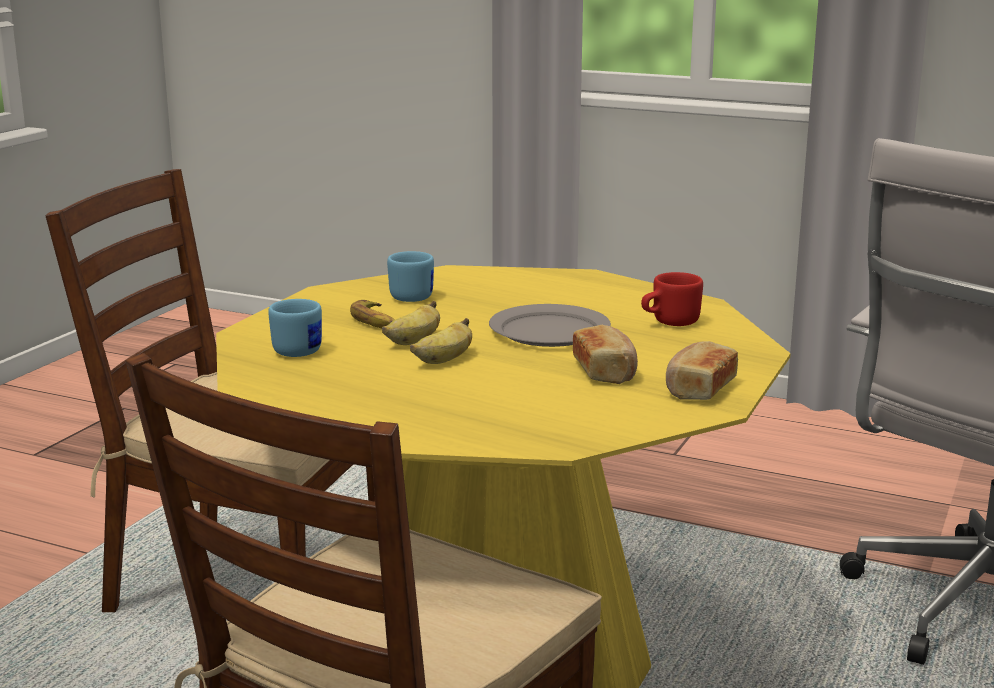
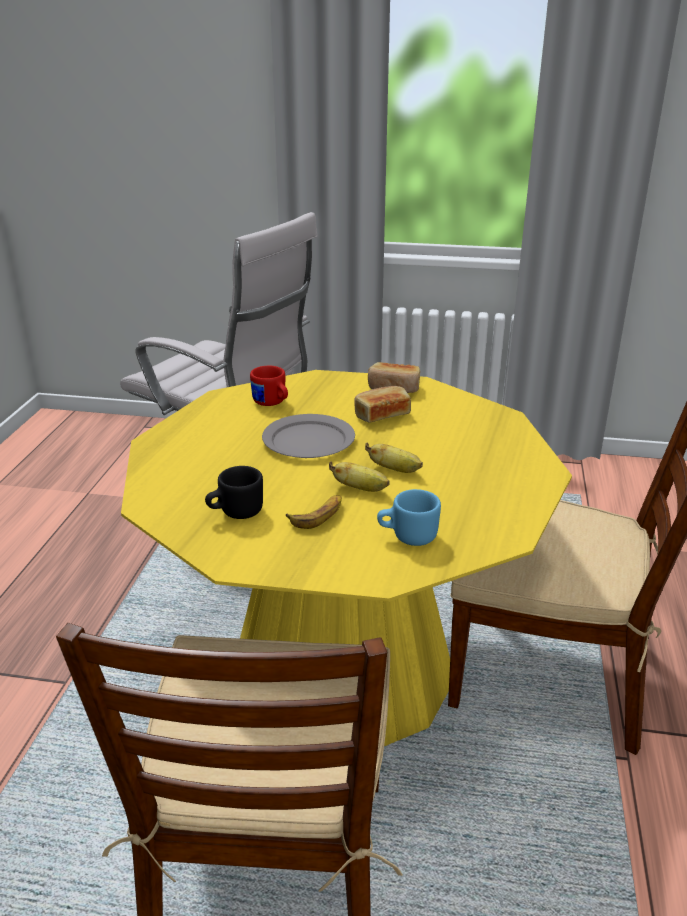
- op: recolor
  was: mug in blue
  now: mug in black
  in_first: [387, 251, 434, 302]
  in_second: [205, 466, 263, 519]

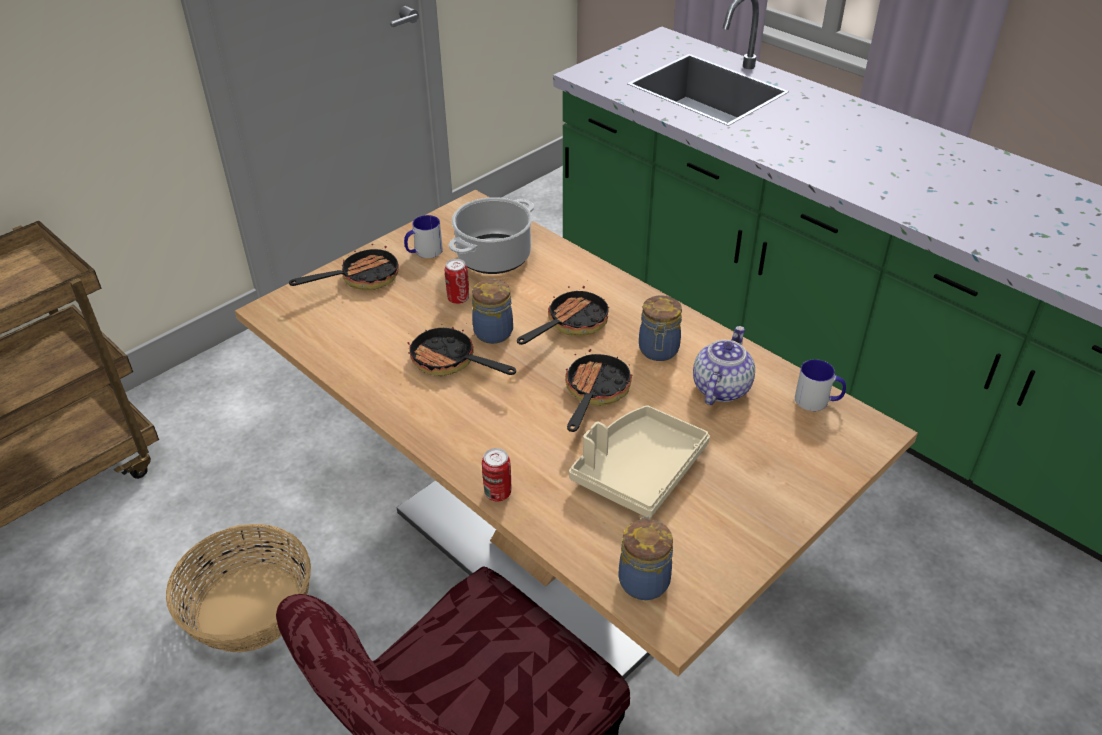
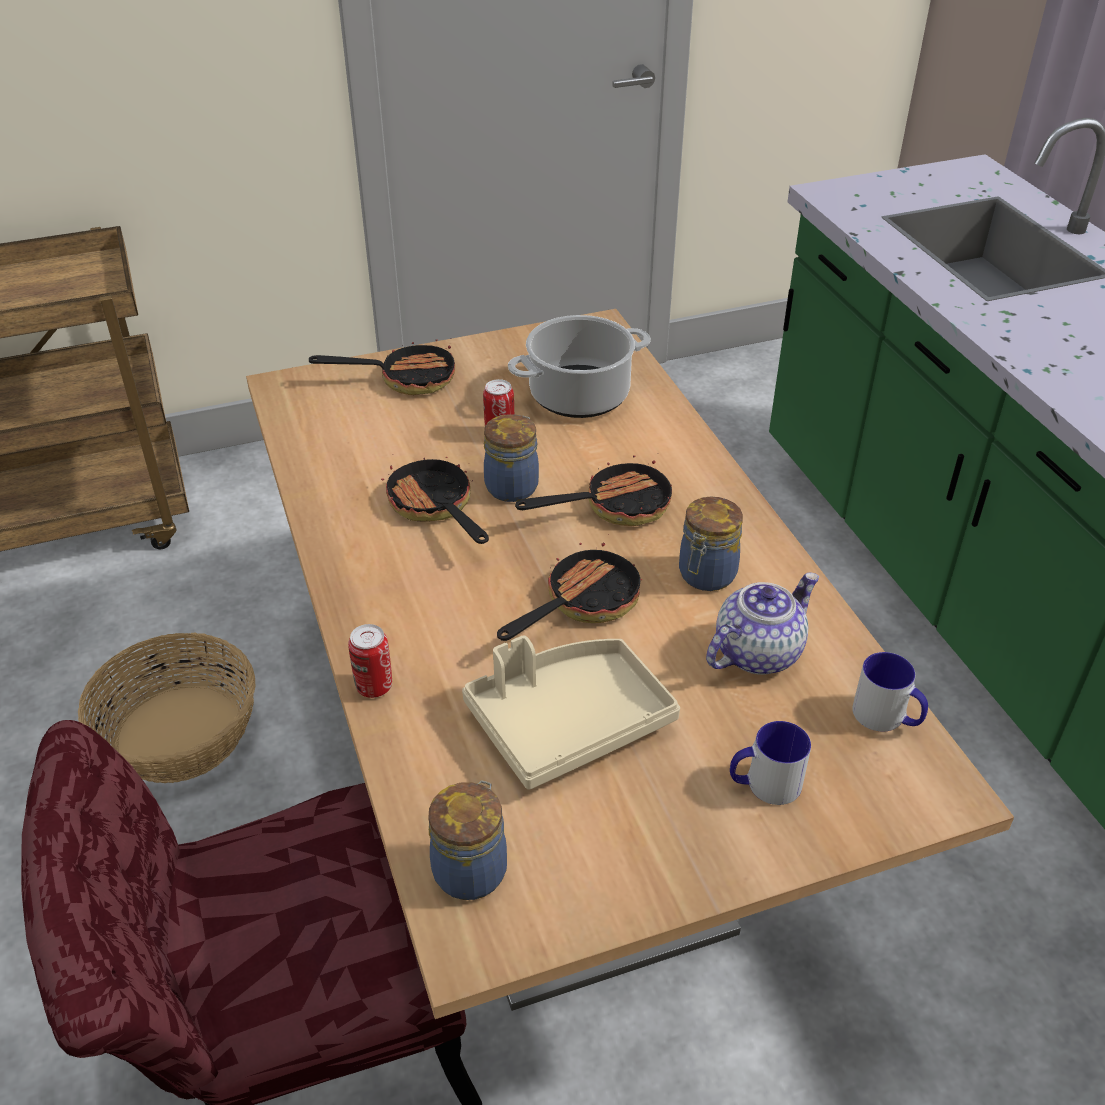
- op: move
  was: mug
  in_first: [404, 215, 443, 258]
  in_second: [730, 721, 811, 805]

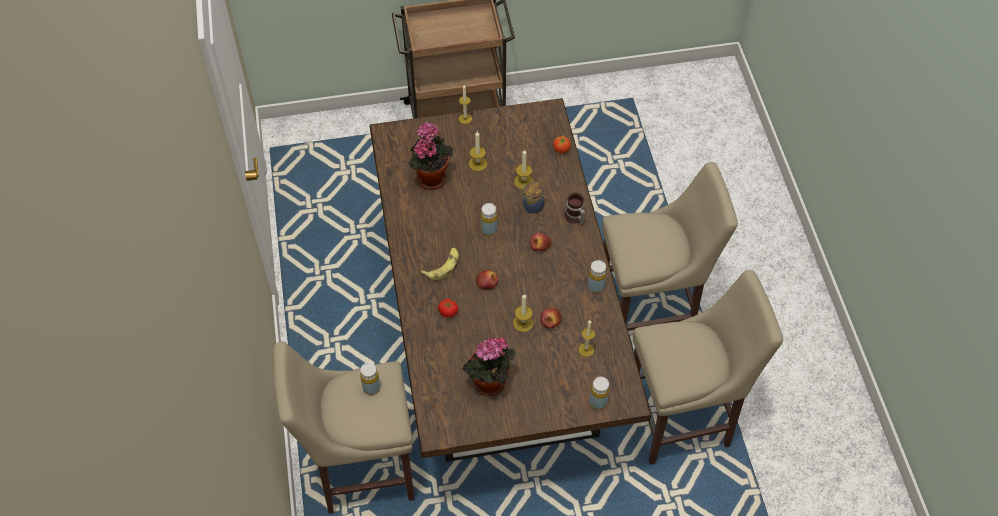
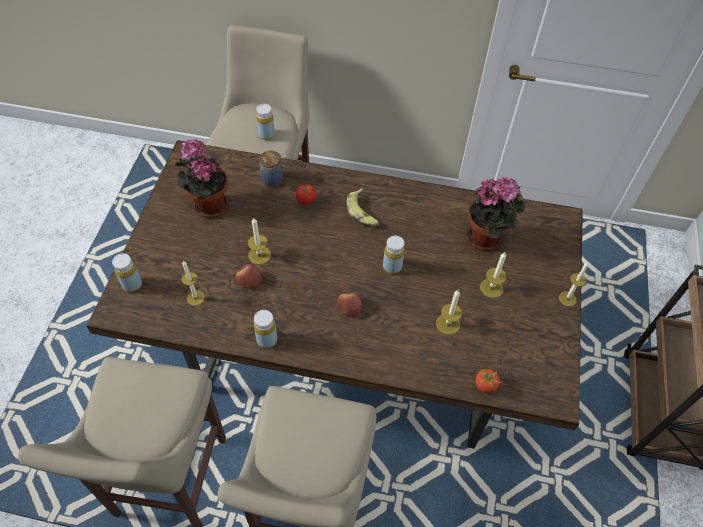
- op: delete
  was: apple
  in_first: [476, 270, 499, 290]
- op: delete
  was: mug
  in_first: [564, 193, 586, 225]
- op: move
  was: jar
  in_first: [521, 182, 544, 214]
  in_second: [259, 151, 284, 186]

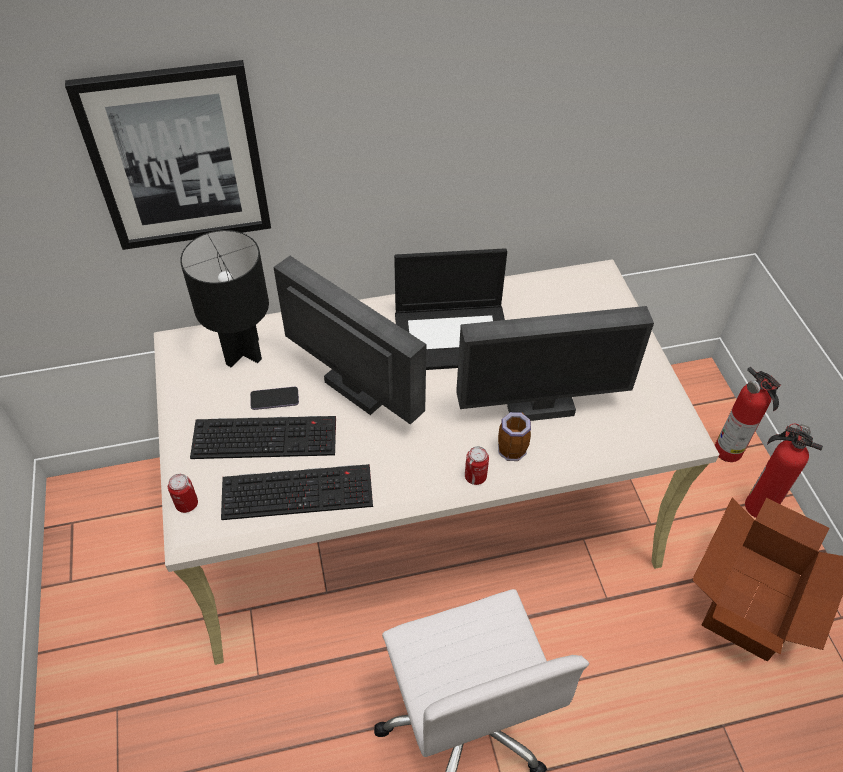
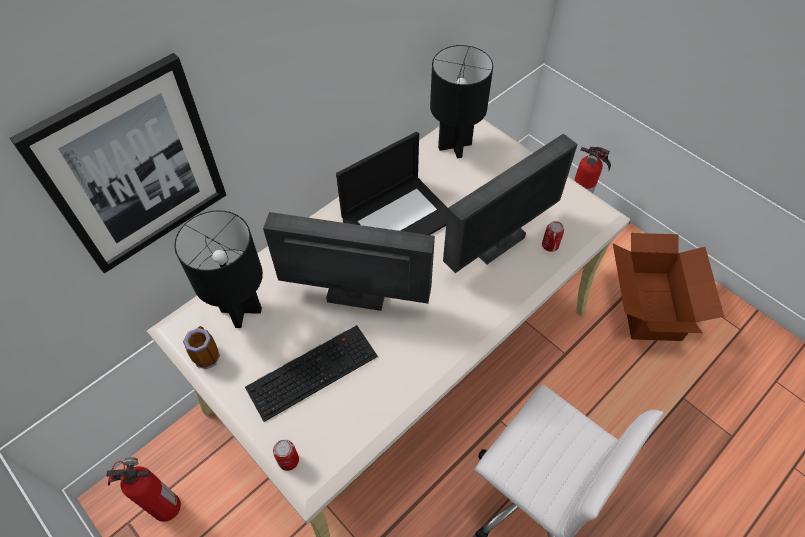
- op: delete
  was: keyboard
  in_first: [221, 464, 373, 520]
- op: delete
  was: phone
  in_first: [250, 387, 299, 410]
- op: insert
  now: table lamp in black
  in_second: [430, 45, 493, 158]
- op: move
  was: can
  in_first: [465, 446, 489, 485]
  in_second: [542, 221, 564, 252]
- op: move
  was: mug
  in_first: [498, 412, 531, 461]
  in_second: [183, 326, 220, 369]
- op: move
  was: fire extinguisher
  in_first: [745, 423, 823, 518]
  in_second: [106, 457, 181, 522]

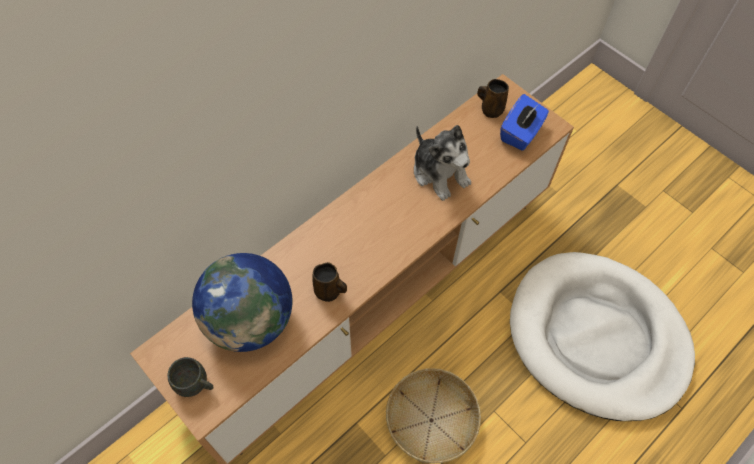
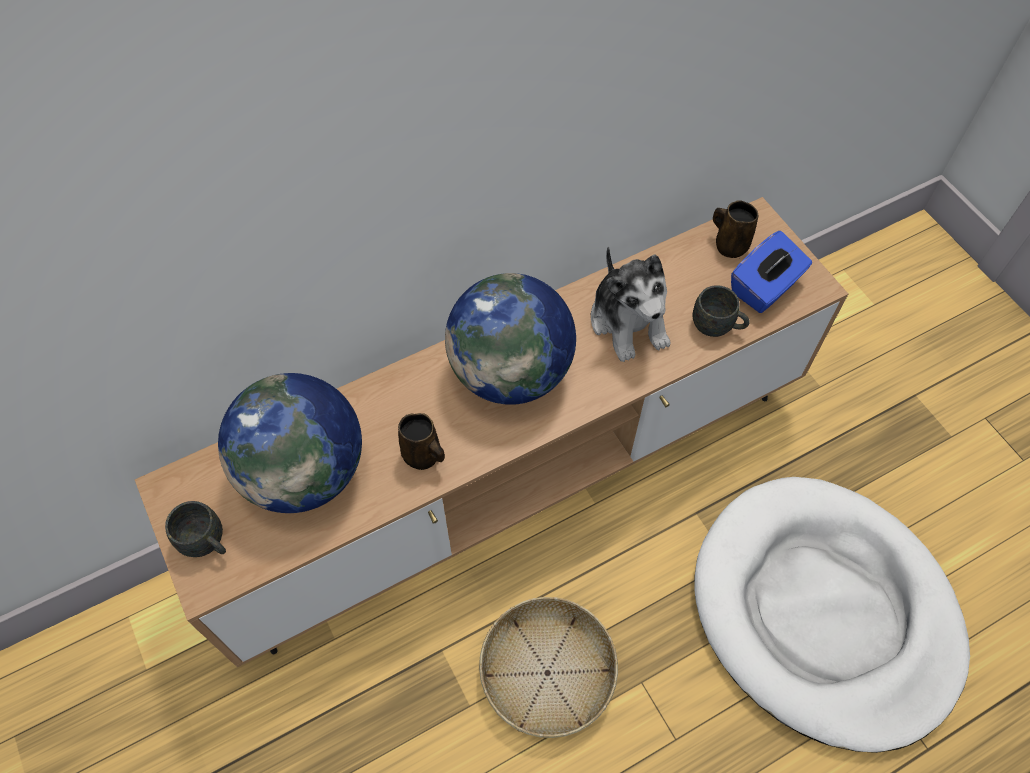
- op: insert
  now: globe
  in_second: [445, 273, 576, 405]
- op: insert
  now: mug in grey
  in_second: [692, 285, 750, 337]

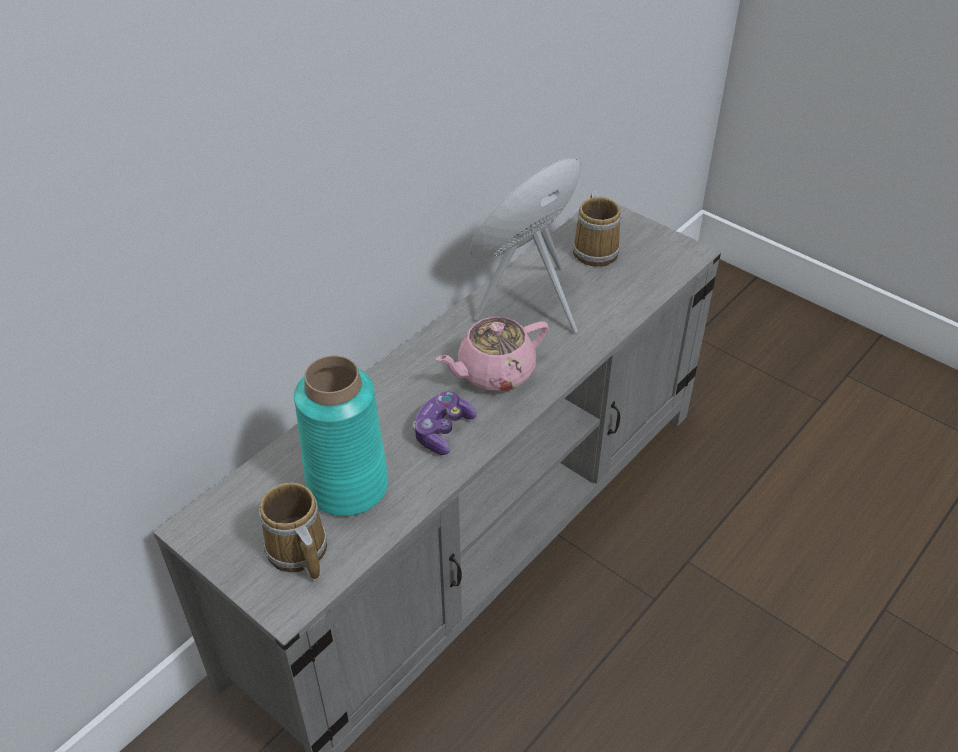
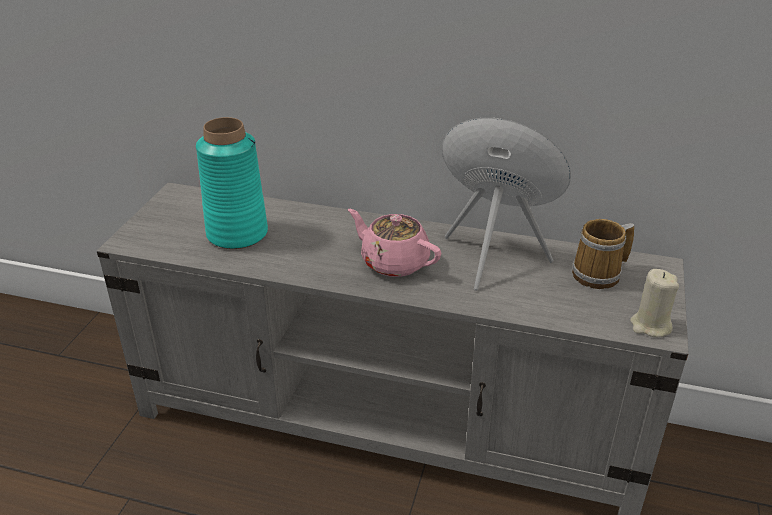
- op: delete
  was: mug
  in_first: [259, 483, 327, 580]
- op: delete
  was: game controller
  in_first: [413, 391, 477, 455]
- op: insert
  now: candle in beige
  in_second: [630, 269, 679, 337]

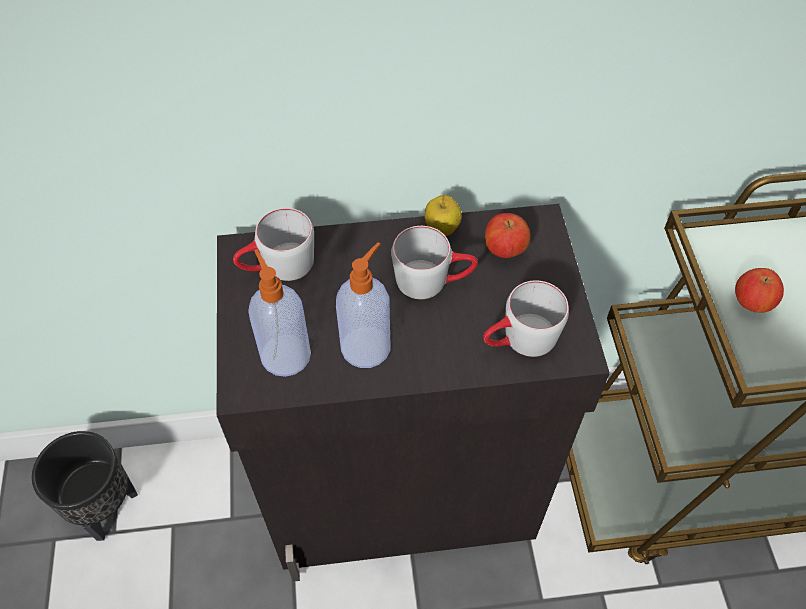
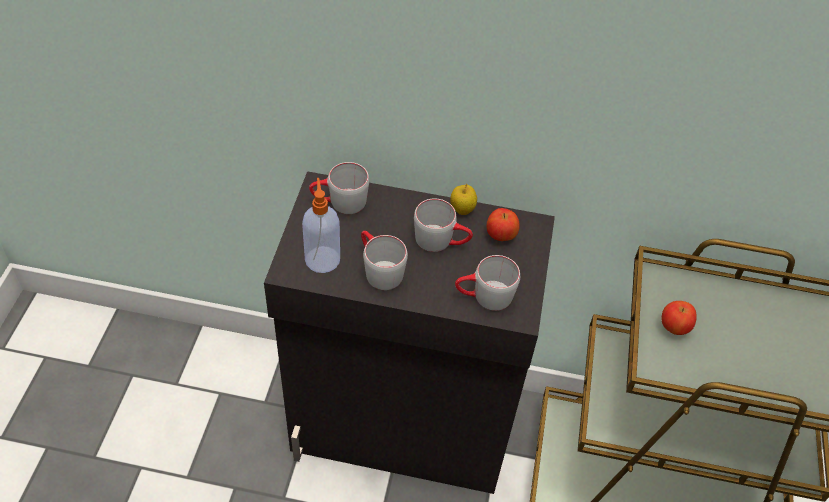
- op: delete
  was: planter in black
  in_first: [32, 431, 138, 541]
- op: replace
  was: soap dispenser
  now: mug in grey
  in_first: [336, 243, 390, 368]
  in_second: [361, 231, 408, 290]

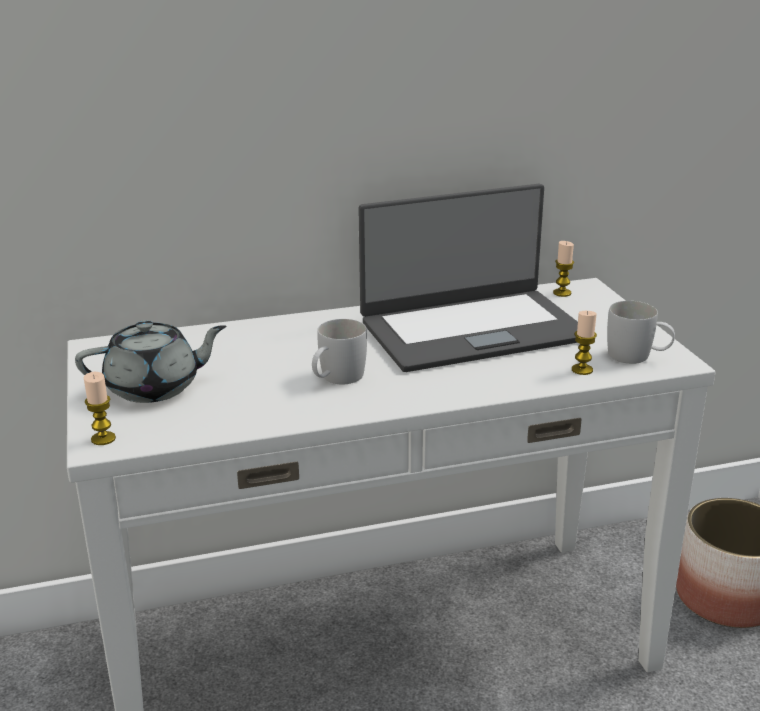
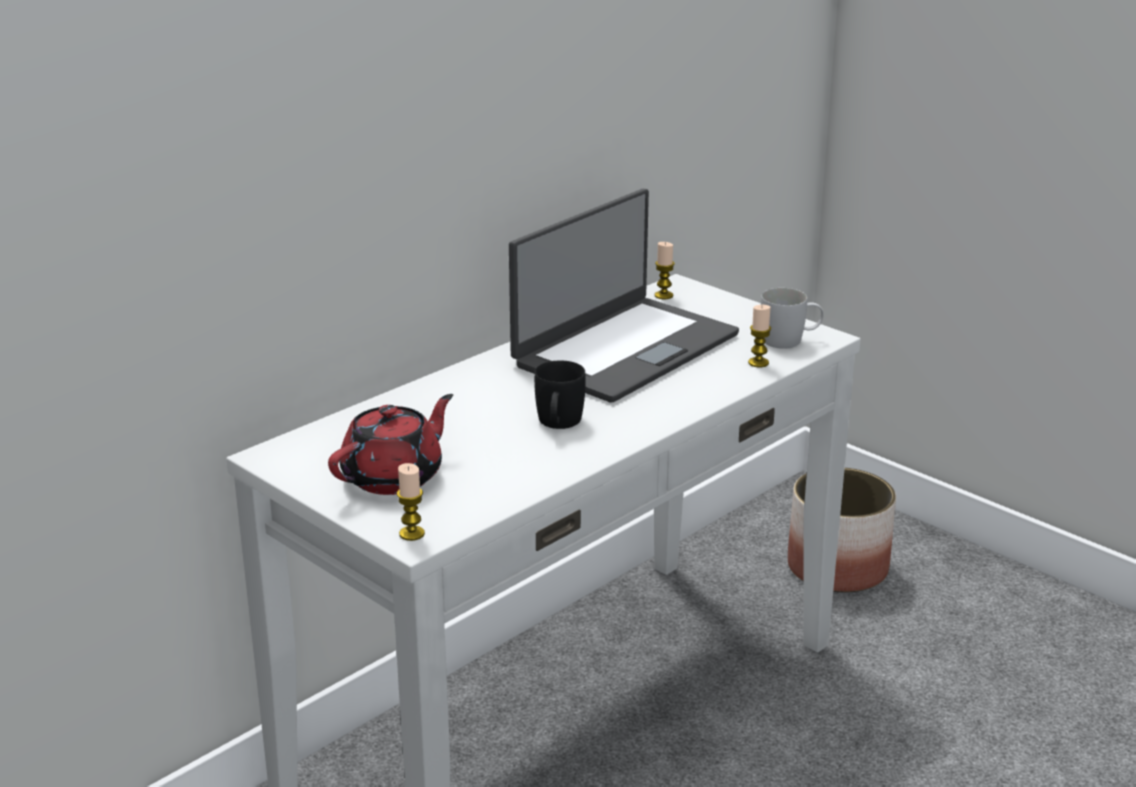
- op: recolor
  was: teapot in grey
  now: teapot in red
  in_first: [75, 320, 226, 403]
  in_second: [328, 394, 453, 495]
- op: recolor
  was: mug in white
  now: mug in black
  in_first: [312, 319, 367, 384]
  in_second: [534, 360, 586, 429]

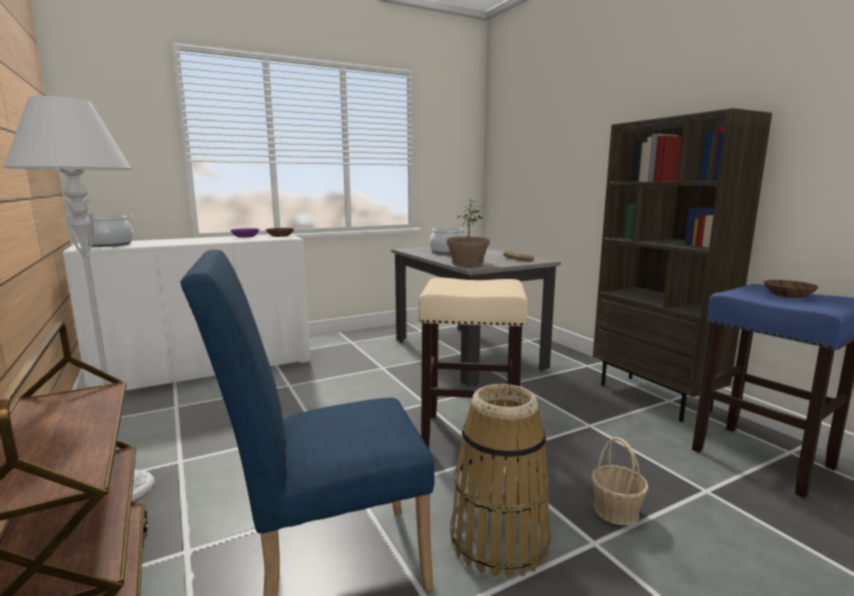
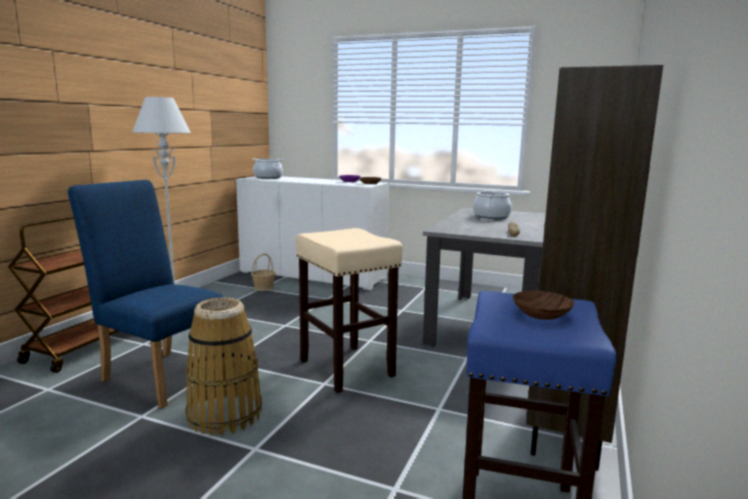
- op: delete
  was: potted plant
  in_first: [446, 199, 490, 266]
- op: move
  was: basket
  in_first: [591, 437, 649, 525]
  in_second: [251, 253, 276, 291]

